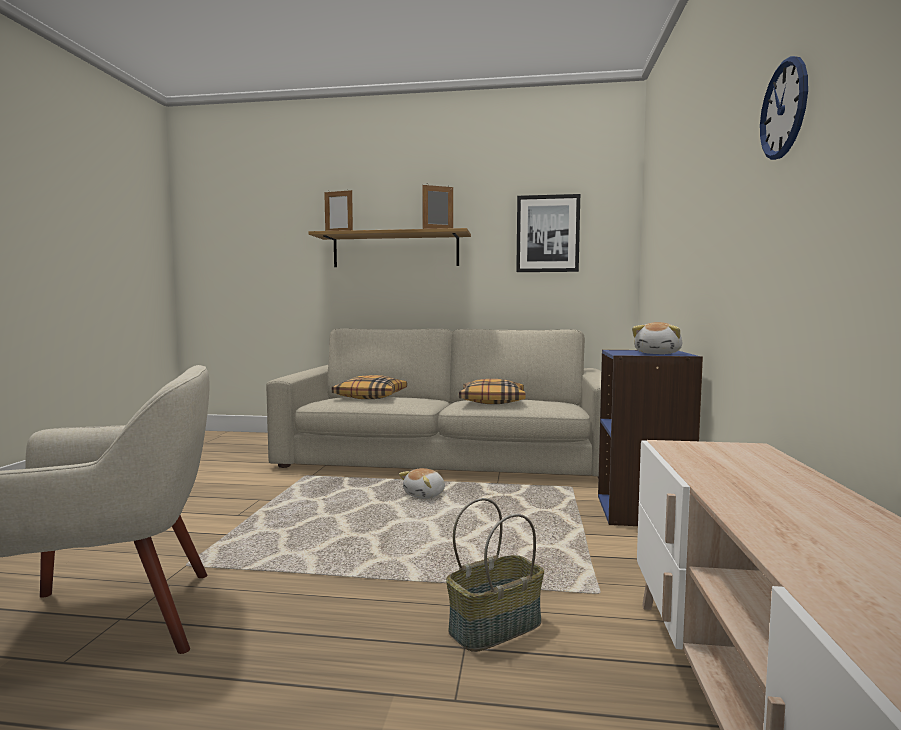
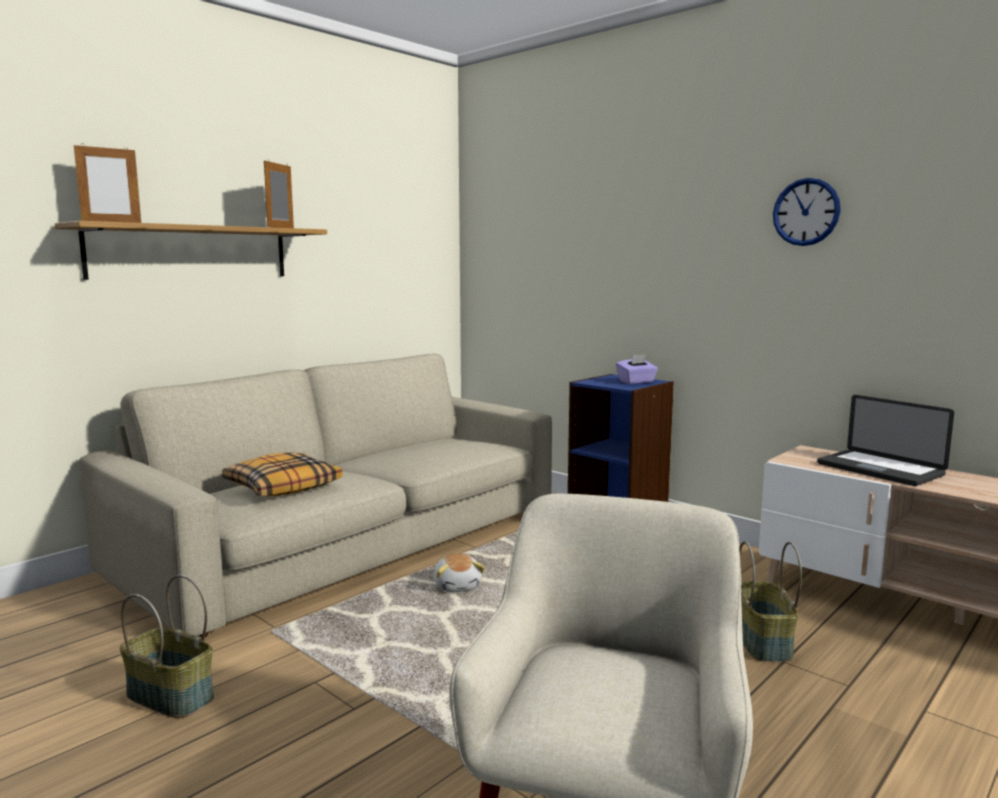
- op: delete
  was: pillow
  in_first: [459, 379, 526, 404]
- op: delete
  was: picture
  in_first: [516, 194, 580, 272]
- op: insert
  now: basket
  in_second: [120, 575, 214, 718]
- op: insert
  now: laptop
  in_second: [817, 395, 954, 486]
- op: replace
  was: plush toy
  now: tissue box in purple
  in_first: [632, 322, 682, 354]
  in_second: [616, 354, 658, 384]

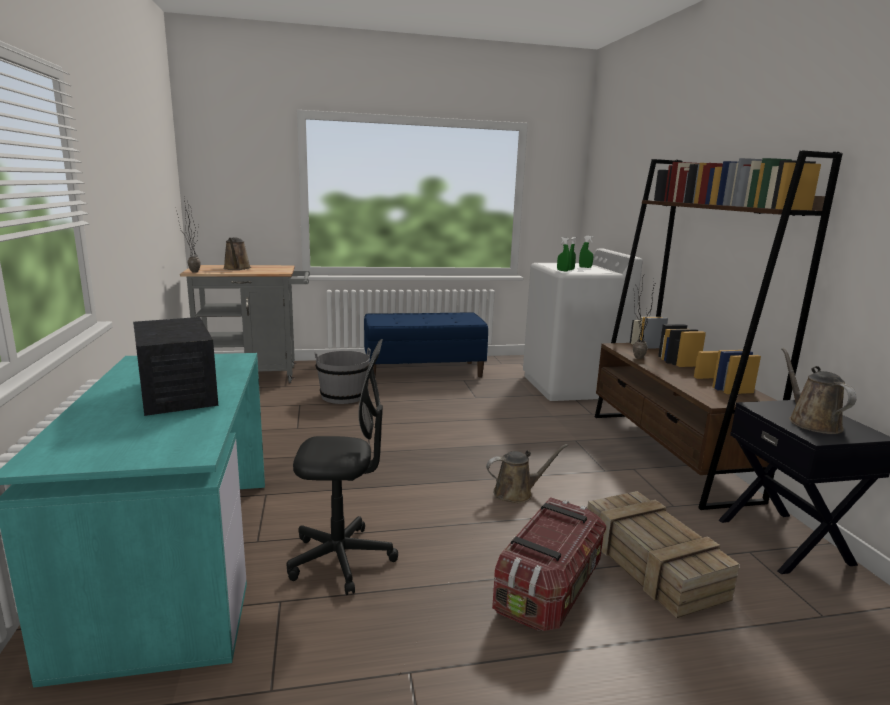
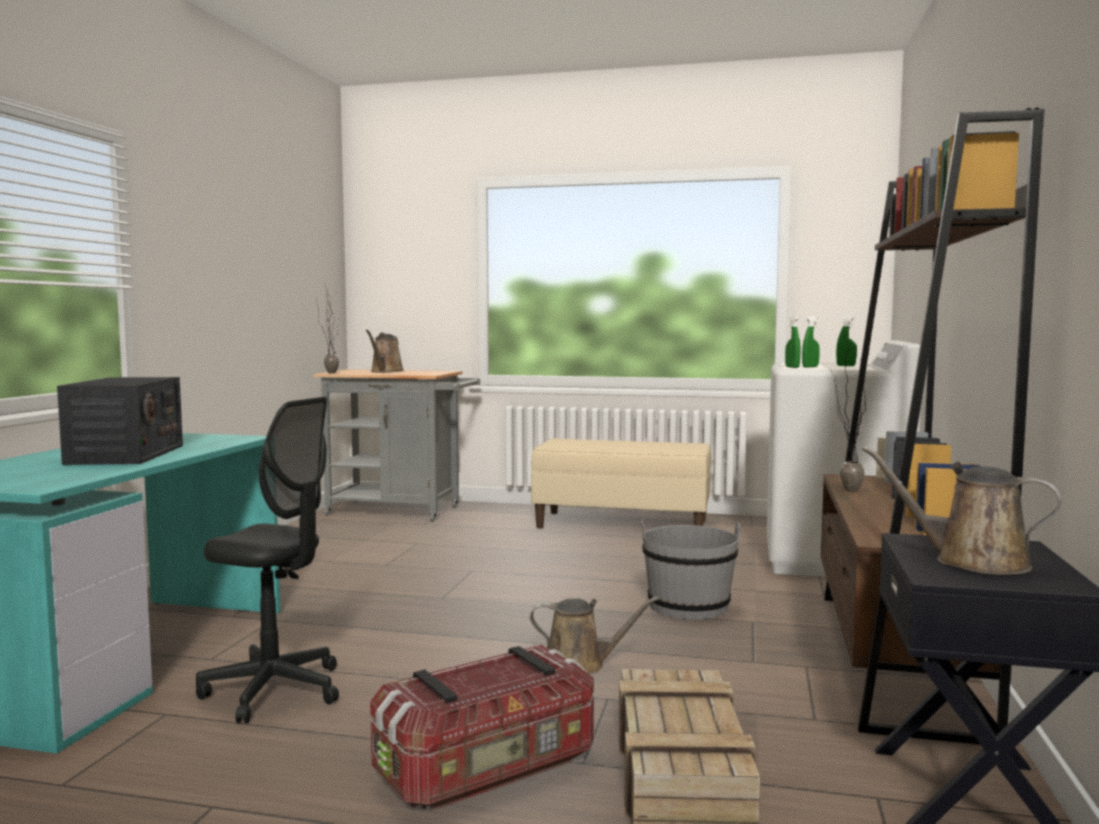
- op: move
  was: bucket in grey
  in_first: [314, 348, 371, 404]
  in_second: [641, 520, 741, 619]
- op: recolor
  was: bench in blue
  now: bench in beige
  in_first: [364, 313, 488, 377]
  in_second: [531, 439, 711, 528]
- op: rotate
  was: watering can in brown
  in_first: [782, 348, 856, 434]
  in_second: [862, 446, 1062, 575]
  clockwise: -75

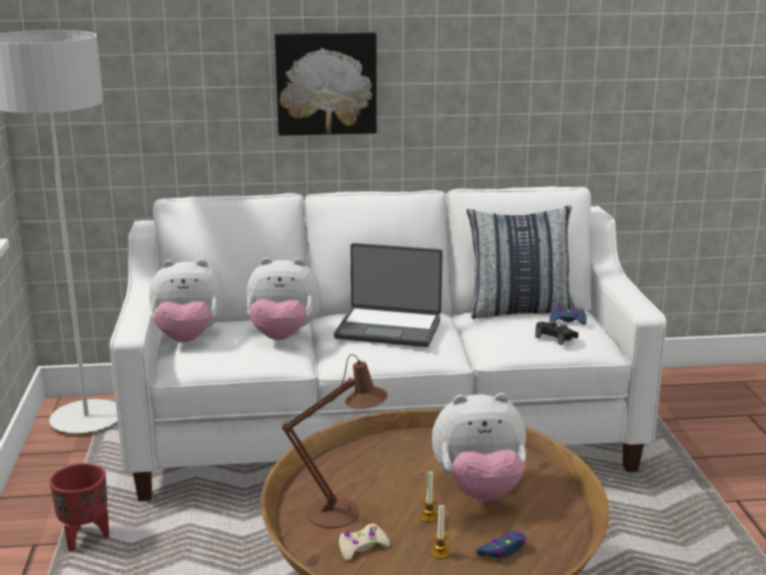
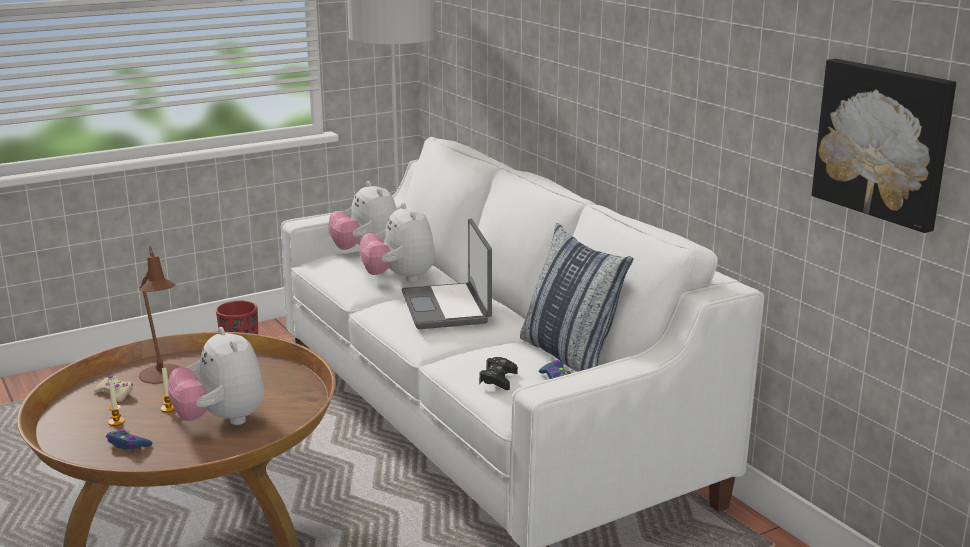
- op: move
  was: picture
  in_first: [275, 32, 377, 136]
  in_second: [812, 59, 956, 233]

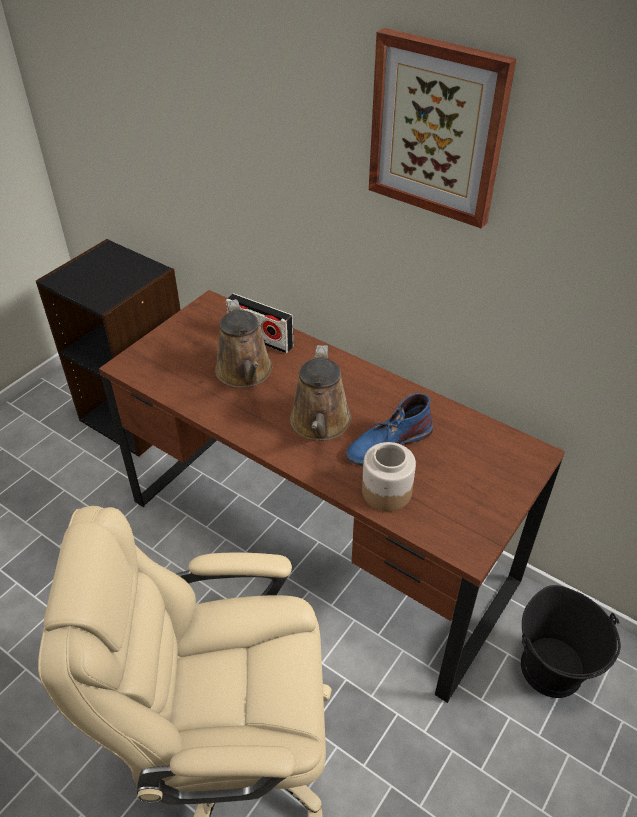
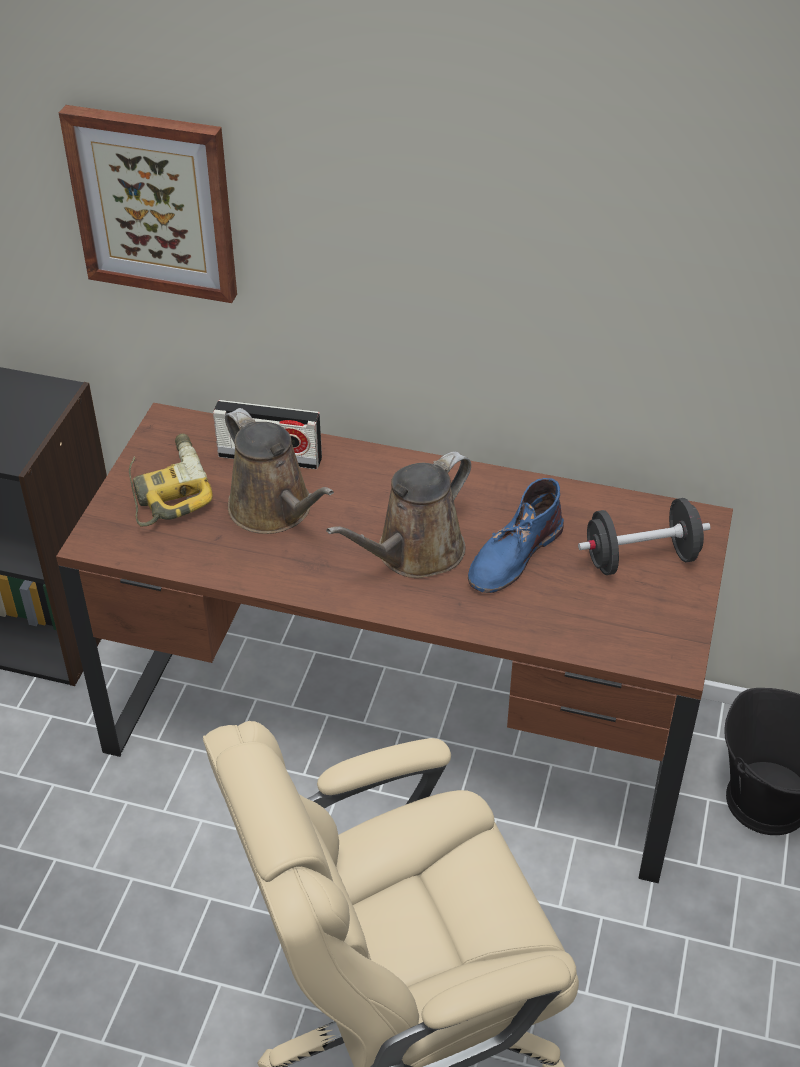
- op: delete
  was: jar
  in_first: [362, 442, 416, 511]
- op: insert
  now: power drill
  in_second: [129, 434, 212, 527]
- op: insert
  now: dumbbell in black
  in_second: [578, 498, 710, 575]
- op: move
  was: picture
  in_first: [369, 28, 517, 229]
  in_second: [59, 105, 237, 303]
- op: rotate
  was: watering can in brown
  in_first: [290, 345, 352, 441]
  in_second: [326, 451, 471, 578]
  clockwise: 60

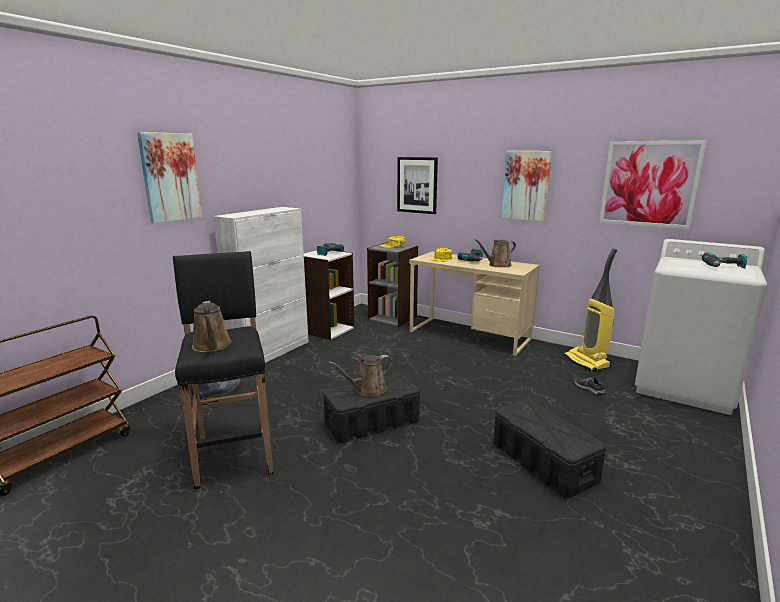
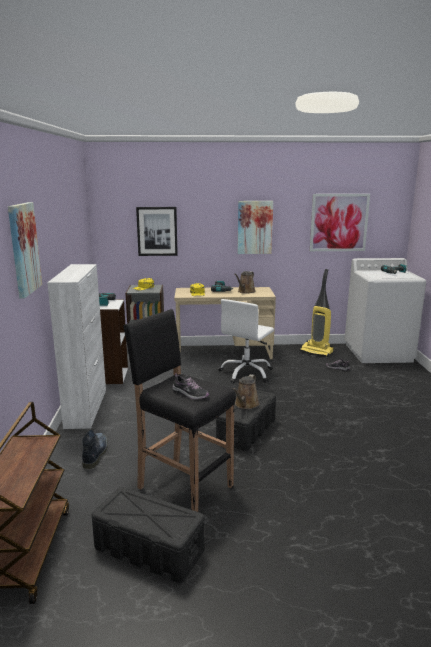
- op: insert
  now: office chair in white
  in_second: [218, 299, 274, 383]
- op: move
  was: storage box in black
  in_first: [493, 399, 606, 498]
  in_second: [92, 487, 205, 583]
- op: replace
  was: watering can in brown
  now: shoe
  in_first: [192, 301, 232, 352]
  in_second: [172, 373, 209, 399]

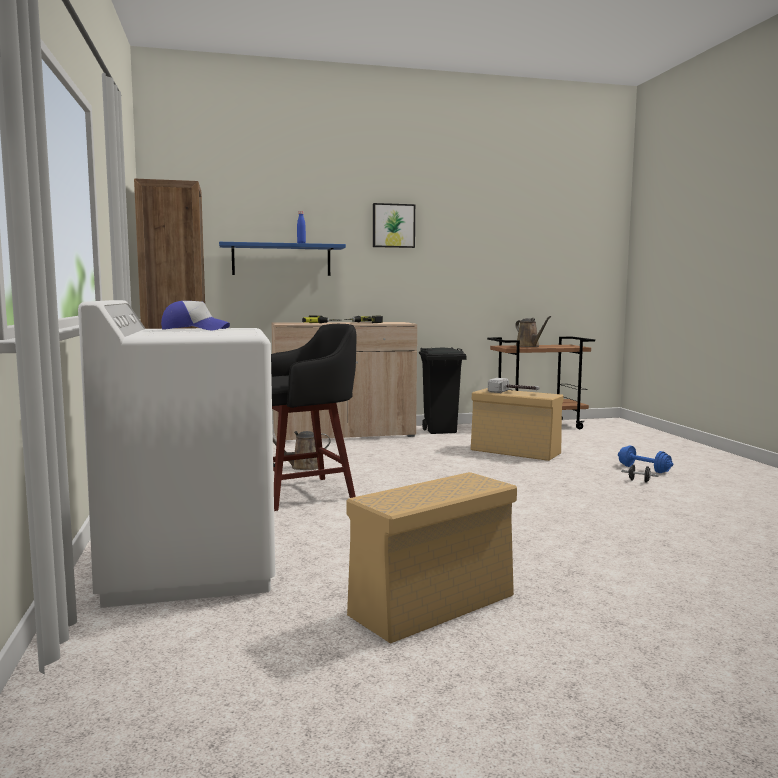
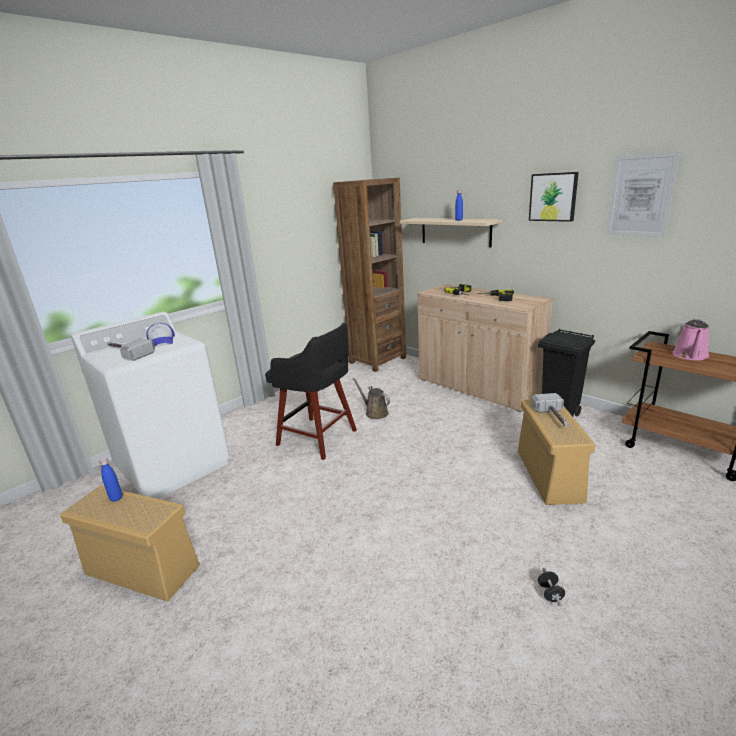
- op: delete
  was: dumbbell in blue
  in_first: [618, 446, 673, 473]
- op: insert
  now: bottle in blue
  in_second: [99, 458, 123, 502]
- op: insert
  now: hammer
  in_second: [107, 338, 155, 361]
- op: insert
  now: picture
  in_second: [606, 151, 680, 237]
- op: recolor
  was: shelf in blue
  now: shelf in beige
  in_first: [219, 242, 346, 276]
  in_second: [400, 218, 502, 247]
- op: recolor
  was: watering can in brown
  now: watering can in pink
  in_first: [515, 316, 551, 347]
  in_second: [672, 319, 710, 361]

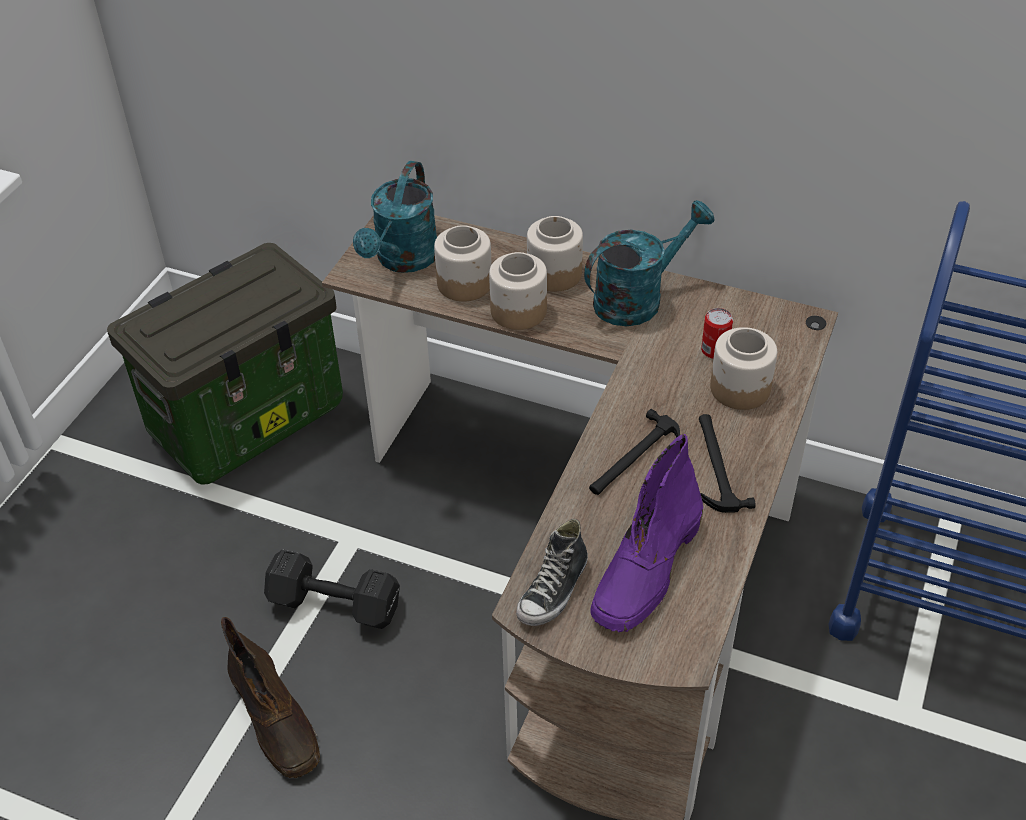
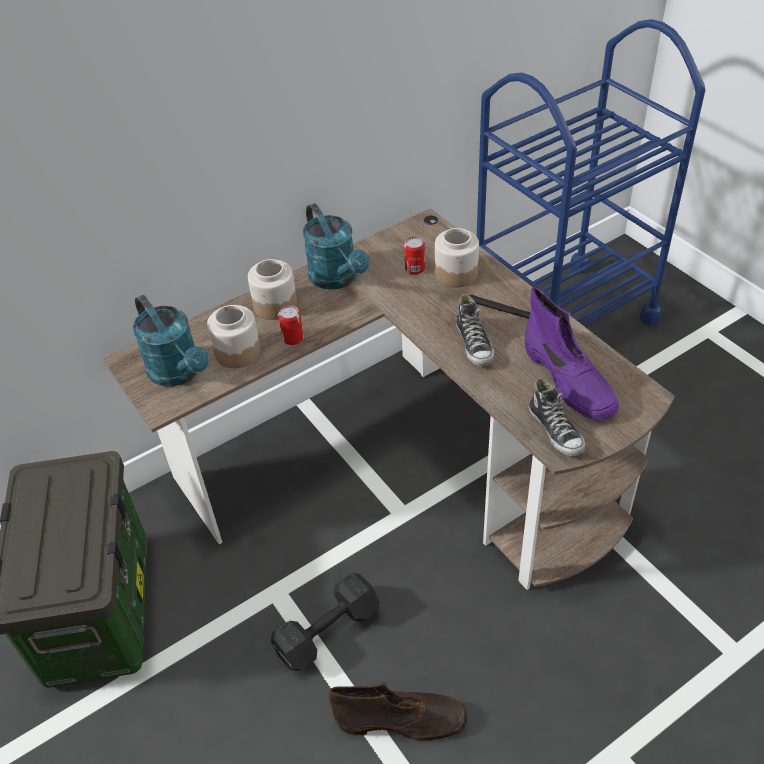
- op: replace
  was: jar
  now: can
  in_first: [489, 252, 547, 330]
  in_second: [278, 305, 304, 345]
- op: replace
  was: hammer
  now: shoe
  in_first: [589, 409, 680, 495]
  in_second: [456, 294, 494, 366]
- op: rotate
  was: watering can in turquoise
  in_first: [584, 200, 715, 326]
  in_second: [303, 203, 370, 290]
  clockwise: 150

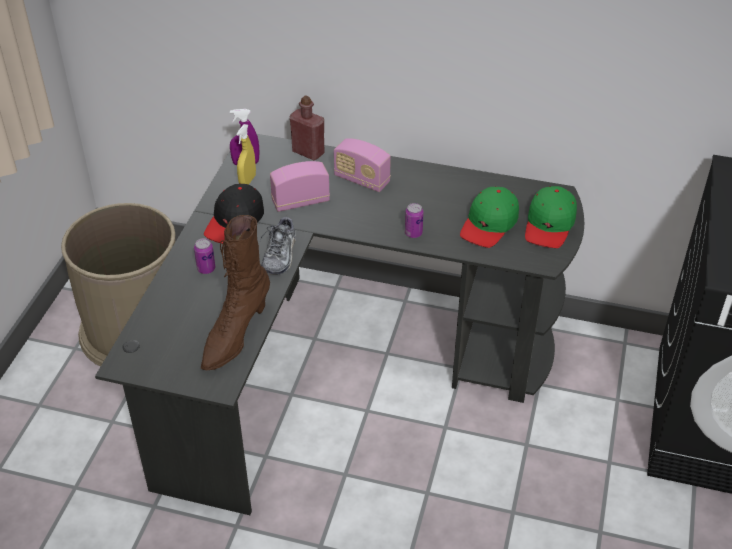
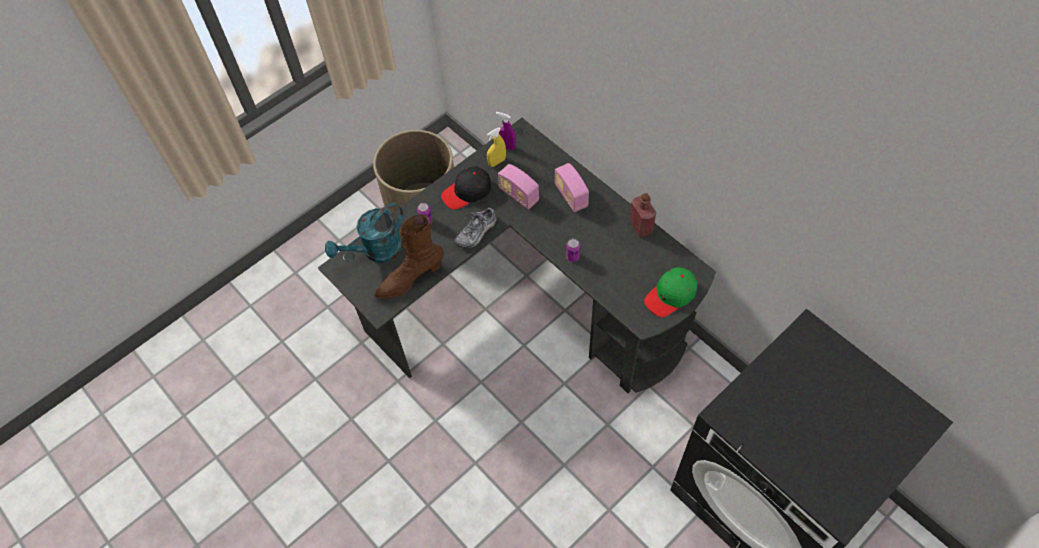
- op: delete
  was: cap in green
  in_first: [460, 186, 519, 248]
- op: insert
  now: watering can in turquoise
  in_second: [325, 203, 403, 263]
- op: move
  was: bottle in red
  in_first: [290, 96, 324, 160]
  in_second: [629, 193, 656, 237]
- op: rotate
  was: radio
  in_first: [270, 161, 330, 212]
  in_second: [498, 164, 539, 210]
  clockwise: -150

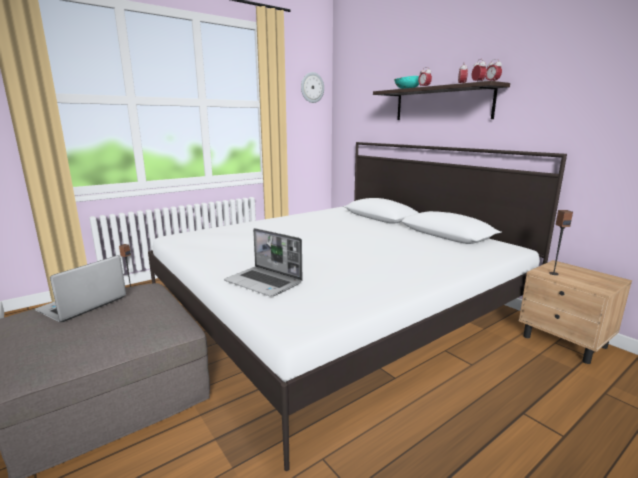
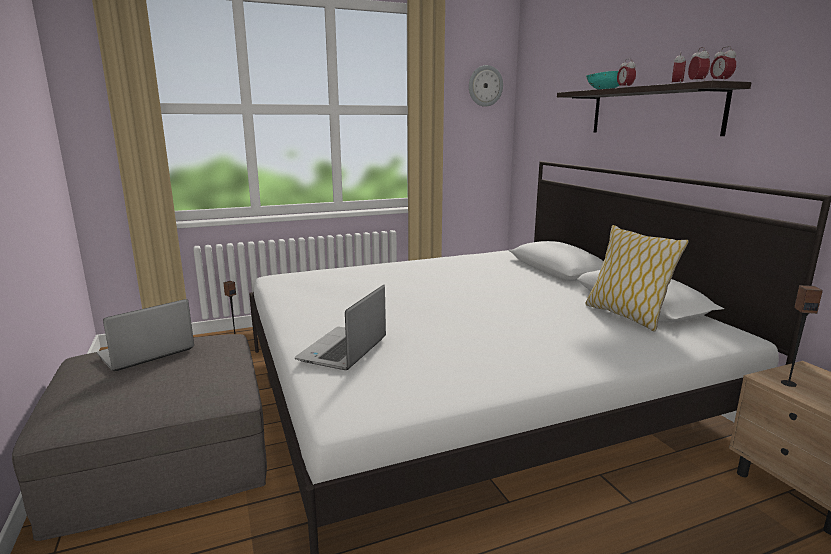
- op: insert
  now: pillow
  in_second: [585, 225, 689, 331]
- op: rotate
  was: laptop
  in_first: [224, 228, 302, 296]
  in_second: [295, 285, 386, 370]
  clockwise: 60

